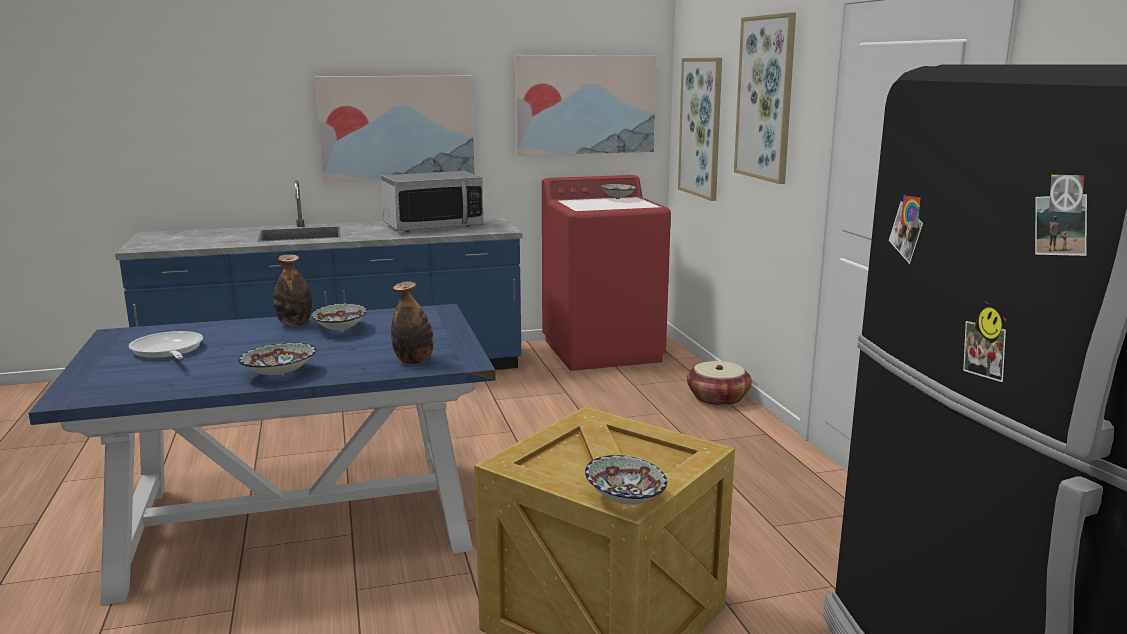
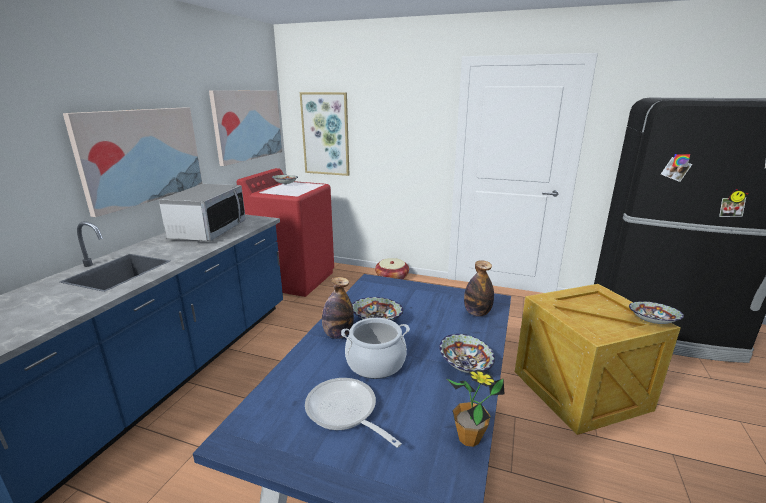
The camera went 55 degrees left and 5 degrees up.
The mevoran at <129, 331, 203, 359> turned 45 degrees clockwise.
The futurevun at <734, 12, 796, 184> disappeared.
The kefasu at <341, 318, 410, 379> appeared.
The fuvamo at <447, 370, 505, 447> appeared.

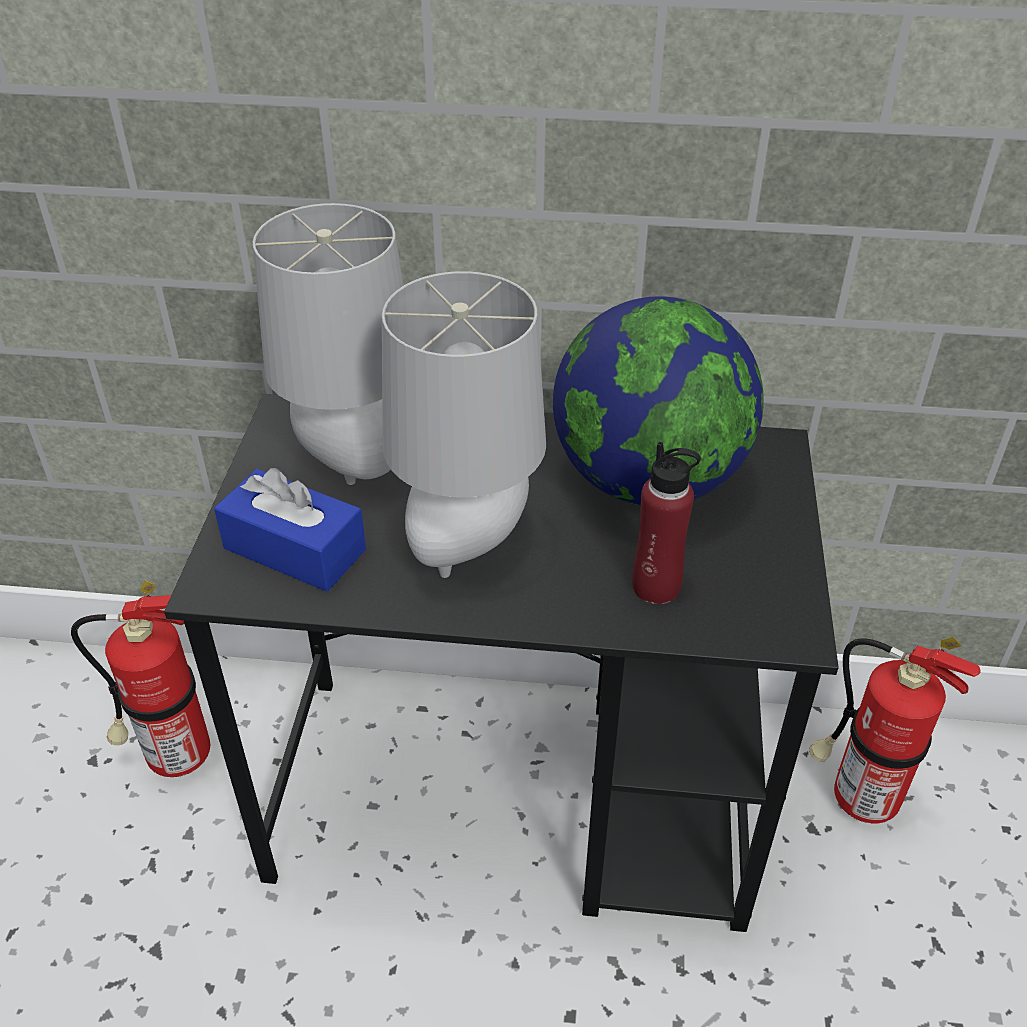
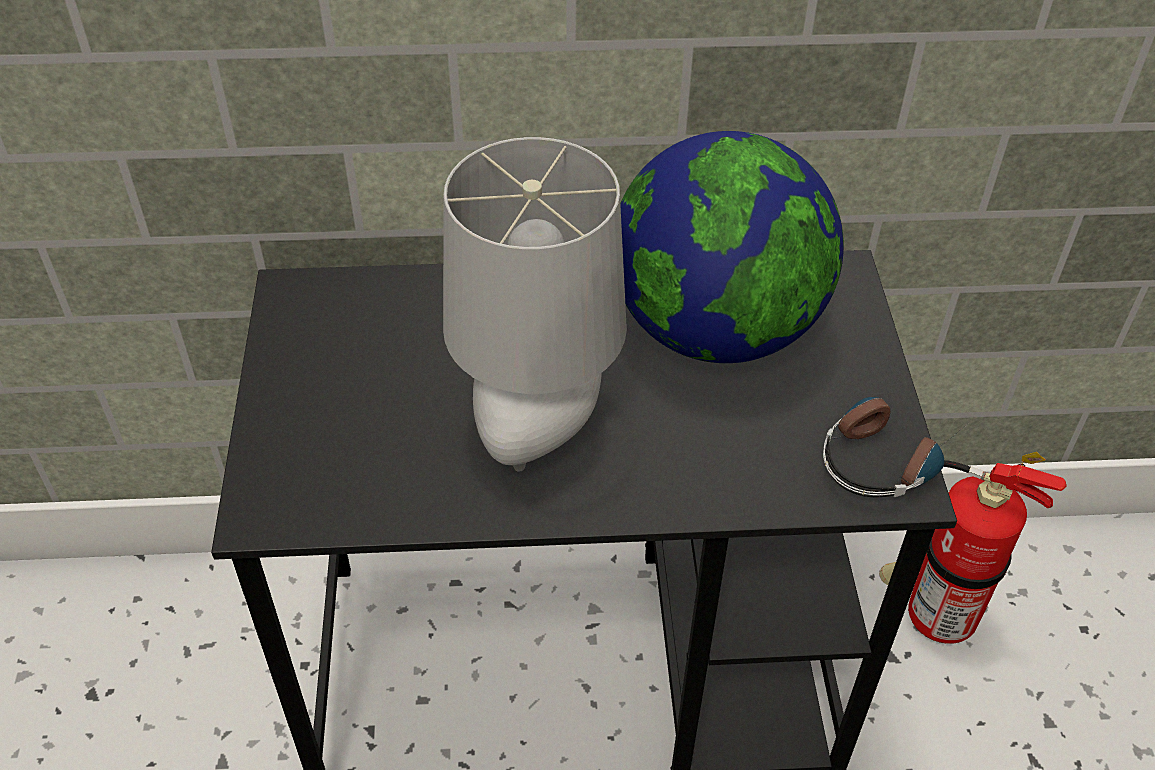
The camera went 10 degrees left and 5 degrees up.
The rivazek at <71, 581, 210, 777> disappeared.
The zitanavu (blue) at <214, 468, 366, 592> disappeared.
The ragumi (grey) at <253, 203, 404, 485> disappeared.
The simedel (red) at <632, 442, 701, 604> disappeared.
The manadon at <823, 397, 968, 498> appeared.

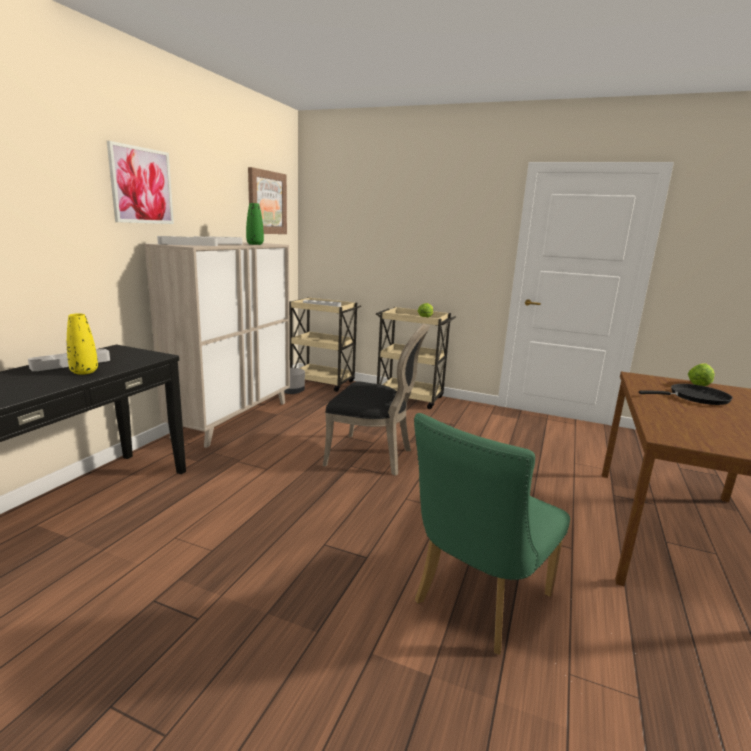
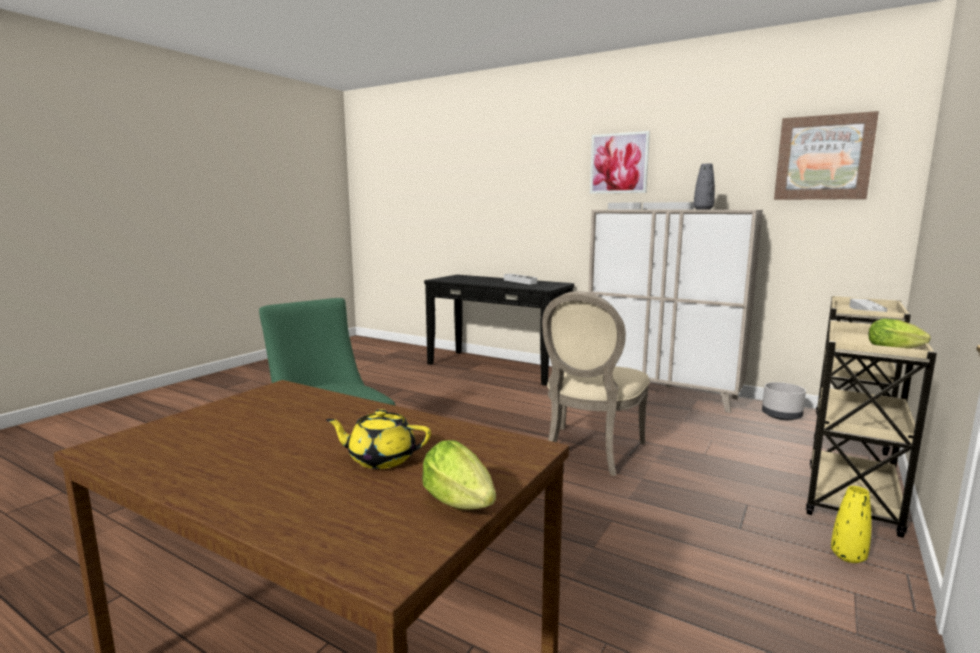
The camera went 100 degrees right and 5 degrees down.
The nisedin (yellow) moved from <67, 313, 98, 375> to <831, 486, 871, 563>.
The nisedin (green) at <246, 203, 264, 245> became the nisedin (grey) at <694, 164, 715, 210>.
The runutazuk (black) at <323, 323, 430, 476> became the runutazuk (beige) at <542, 291, 650, 476>.
The mevoran (black) at <639, 384, 733, 405> was replaced by the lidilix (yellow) at <326, 409, 431, 469>.

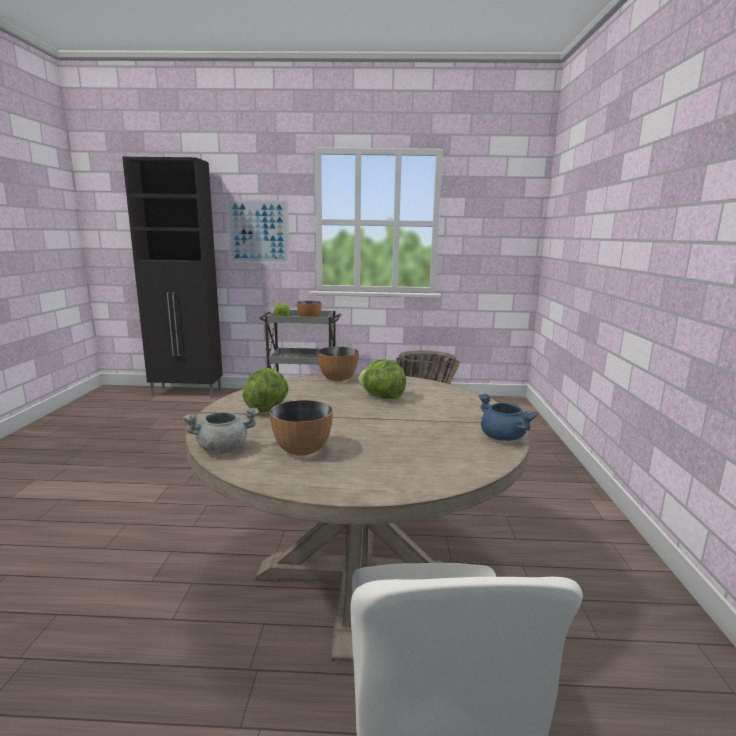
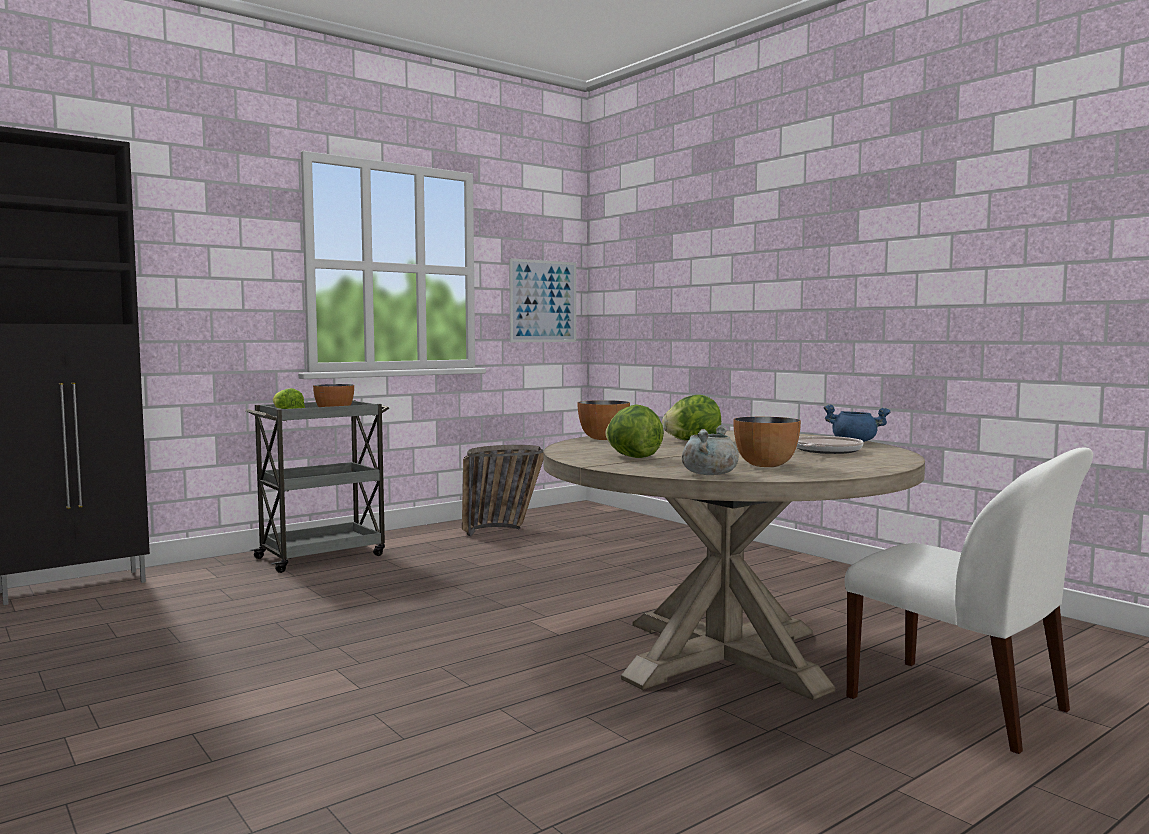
The camera went 40 degrees left and 10 degrees down.
The futurevun moved from <226, 199, 290, 264> to <509, 258, 576, 342>.
The mevoran at <796, 436, 864, 454> appeared.

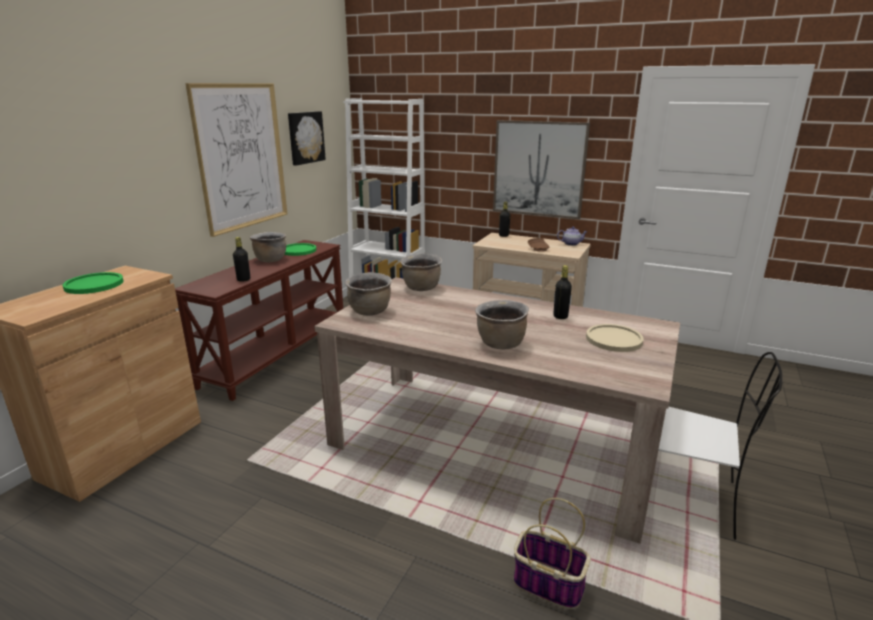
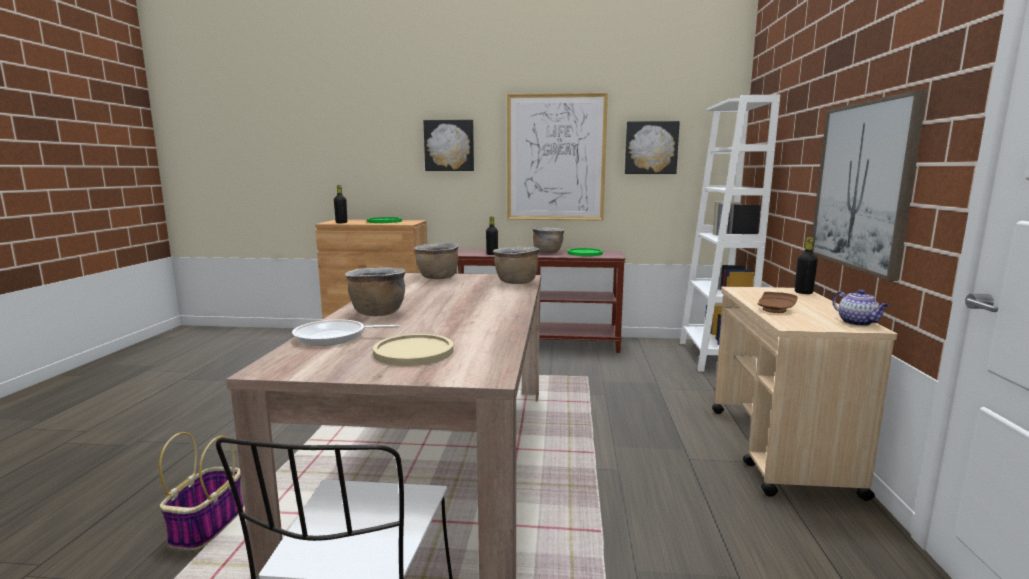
The camera went 70 degrees right and 10 degrees down.
The simedel (black) moved from <553, 265, 572, 319> to <334, 185, 347, 223>.
The mevoran at <292, 319, 399, 346> appeared.
The futurevun at <423, 120, 474, 171> appeared.

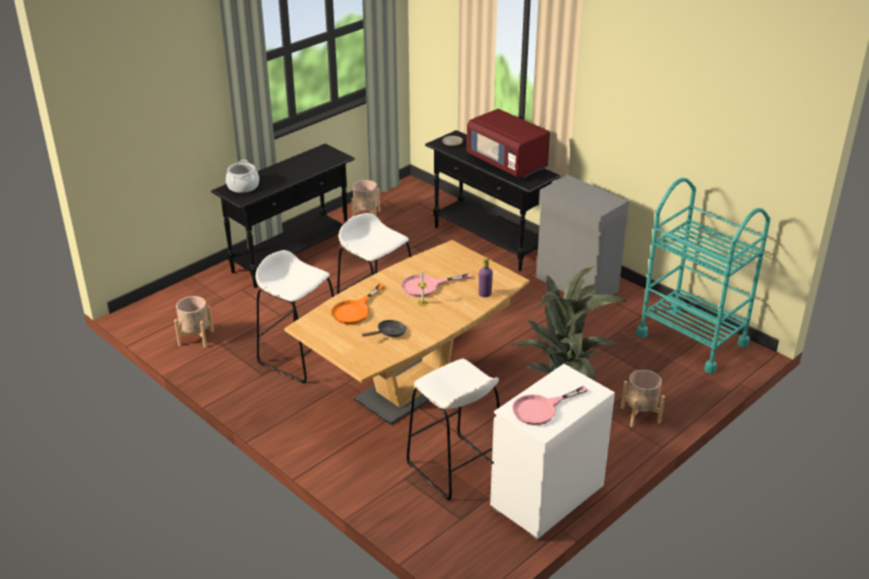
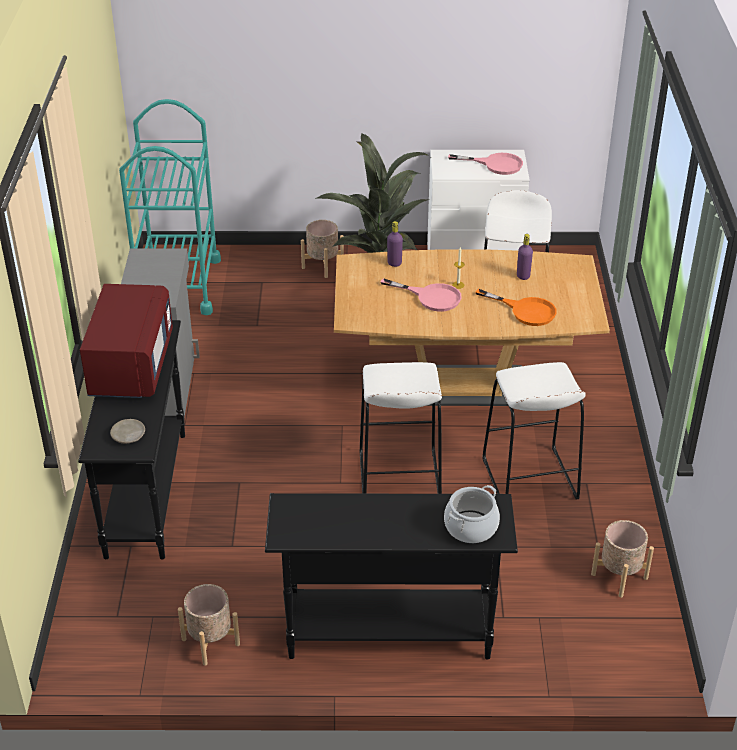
The camera went 135 degrees left and 5 degrees up.
The mevoran (orange) at <331, 284, 385, 324> turned 45 degrees clockwise.
The mevoran (black) at <362, 320, 406, 337> was replaced by the simedel (purple) at <517, 234, 533, 280>.

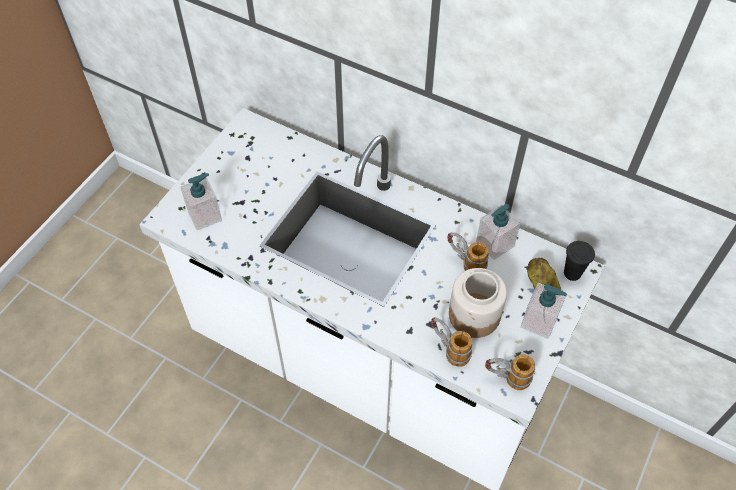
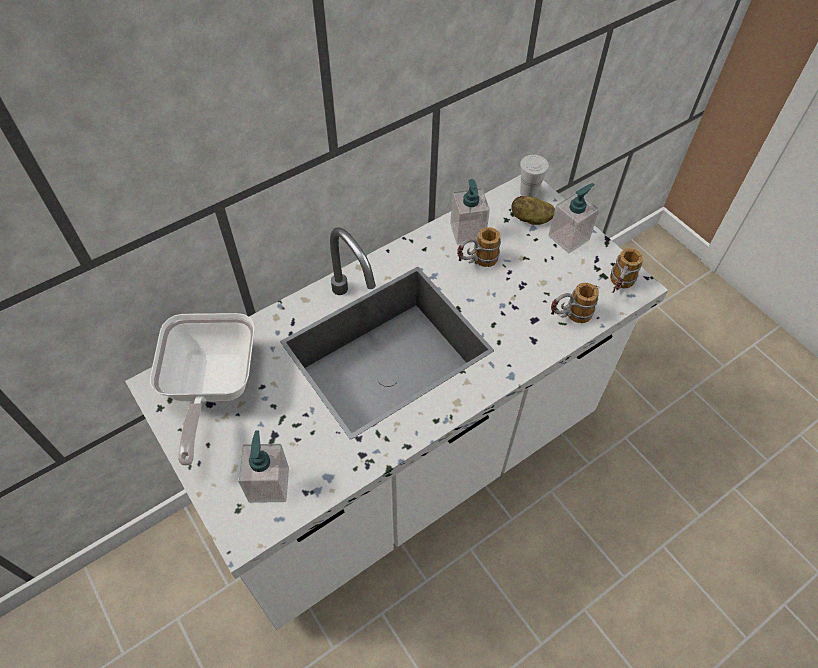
The camera went 65 degrees left and 0 degrees up.
The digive at <449, 268, 507, 338> disappeared.
The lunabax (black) at <564, 241, 595, 281> became the lunabax (white) at <520, 155, 549, 198>.
The mevoran at <150, 313, 255, 466> appeared.

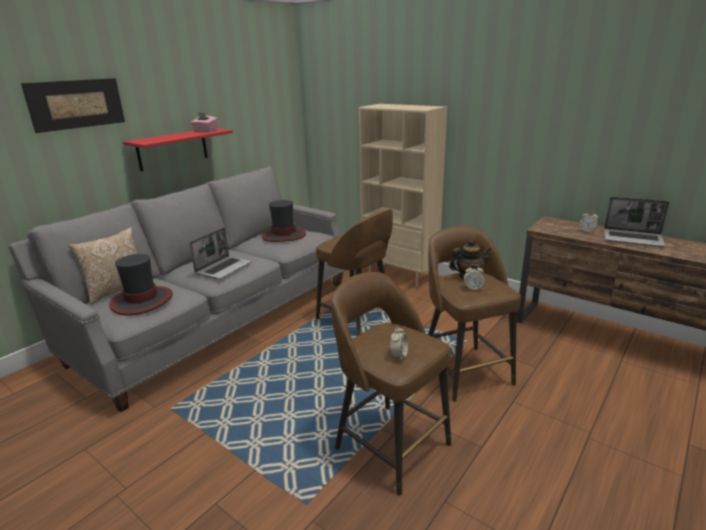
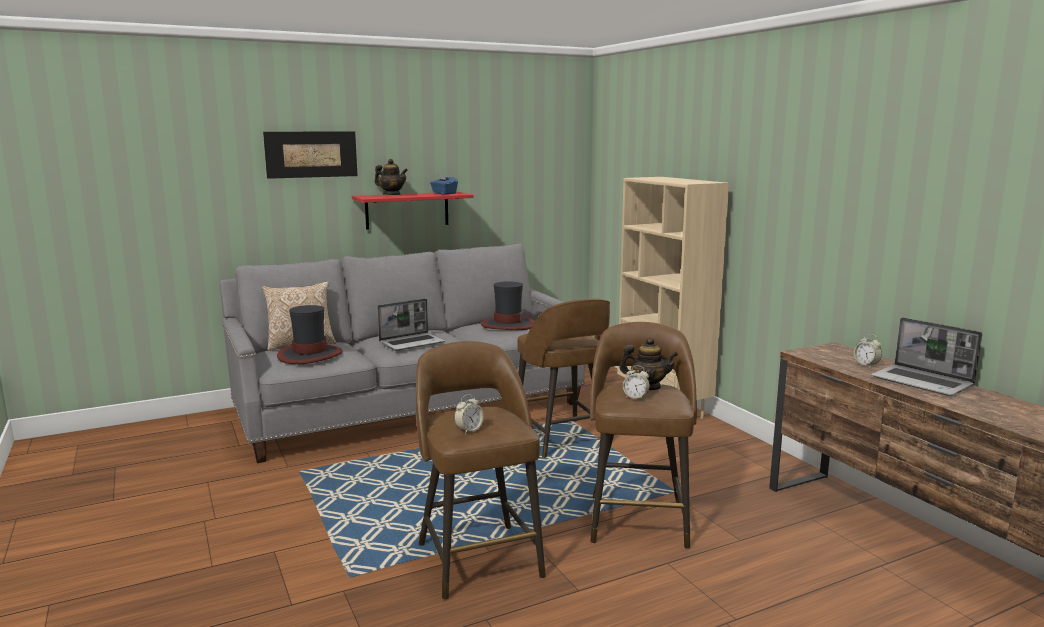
The camera went 25 degrees right and 10 degrees down.
The zitanavu (pink) at <190, 112, 217, 132> became the zitanavu (blue) at <430, 172, 458, 194>.
The lidilix at <375, 159, 408, 195> appeared.

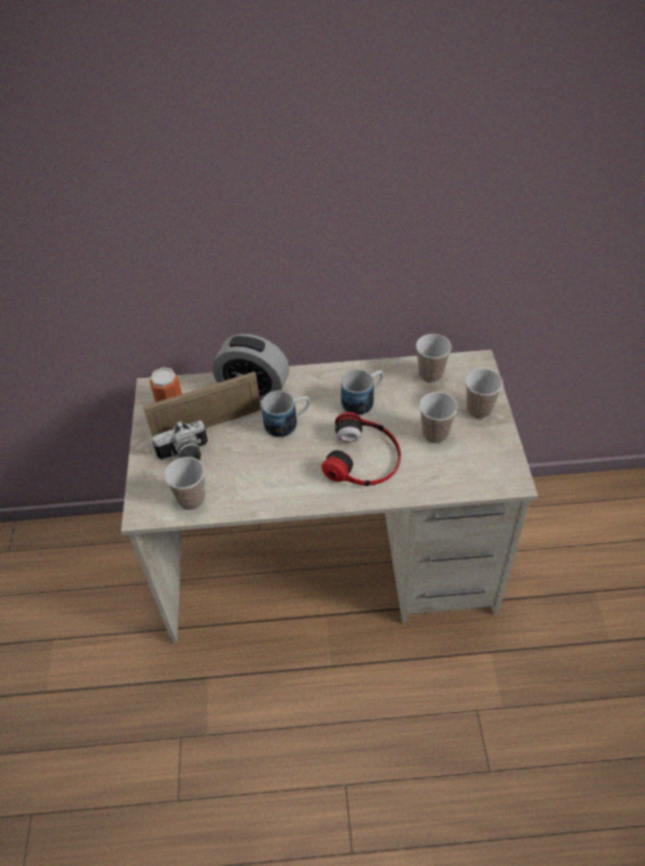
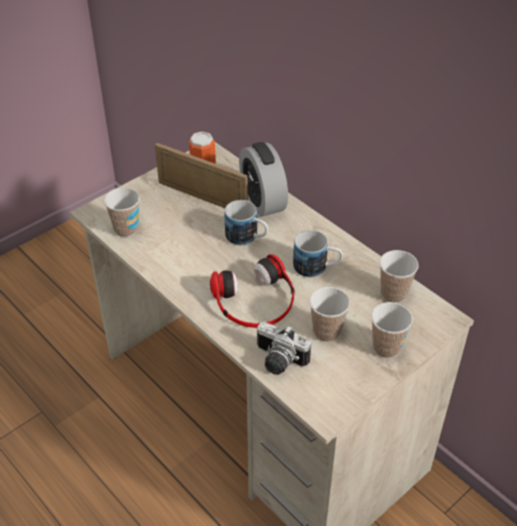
The camera went 50 degrees right and 5 degrees down.
The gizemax moved from <152, 421, 208, 461> to <257, 322, 311, 375>.

